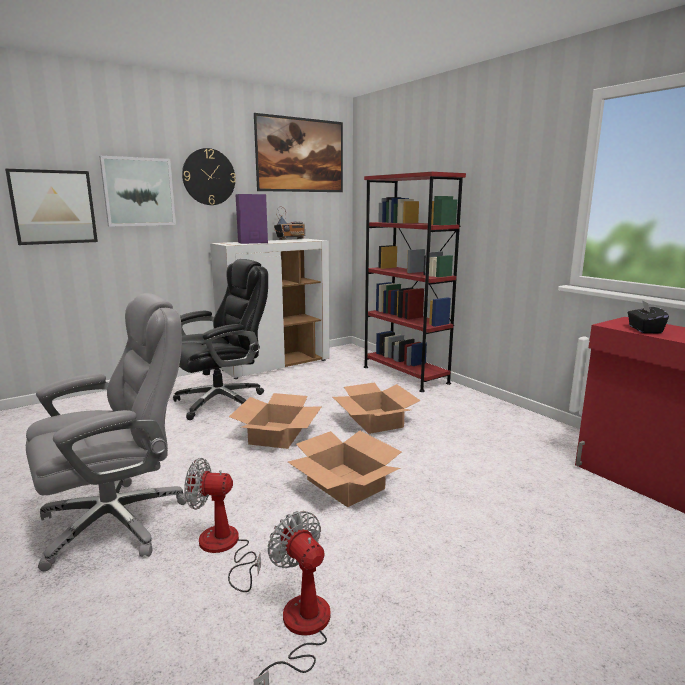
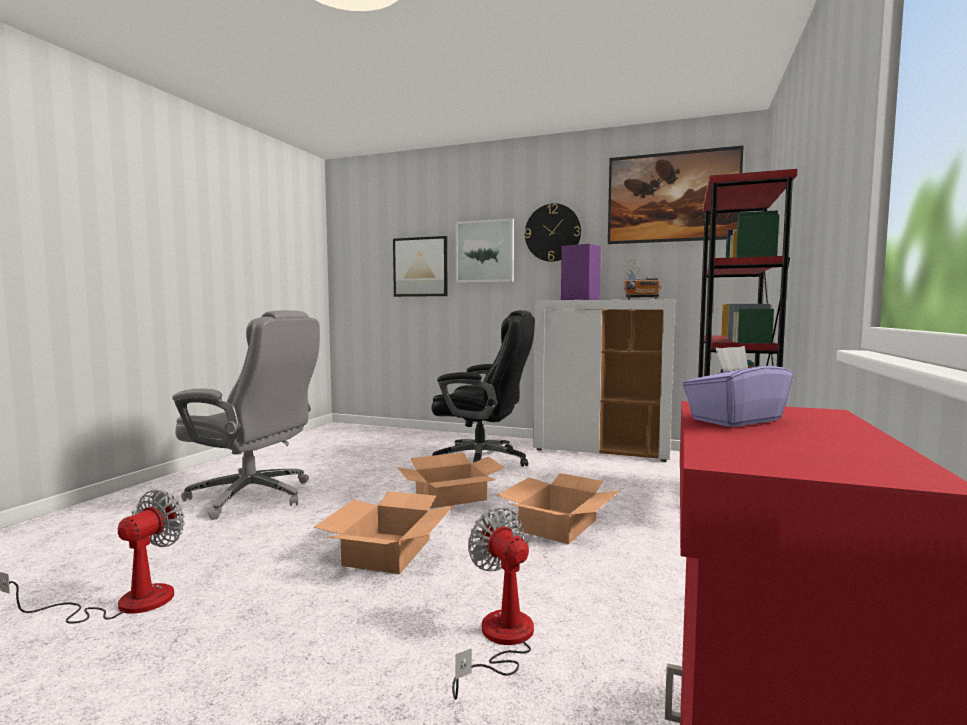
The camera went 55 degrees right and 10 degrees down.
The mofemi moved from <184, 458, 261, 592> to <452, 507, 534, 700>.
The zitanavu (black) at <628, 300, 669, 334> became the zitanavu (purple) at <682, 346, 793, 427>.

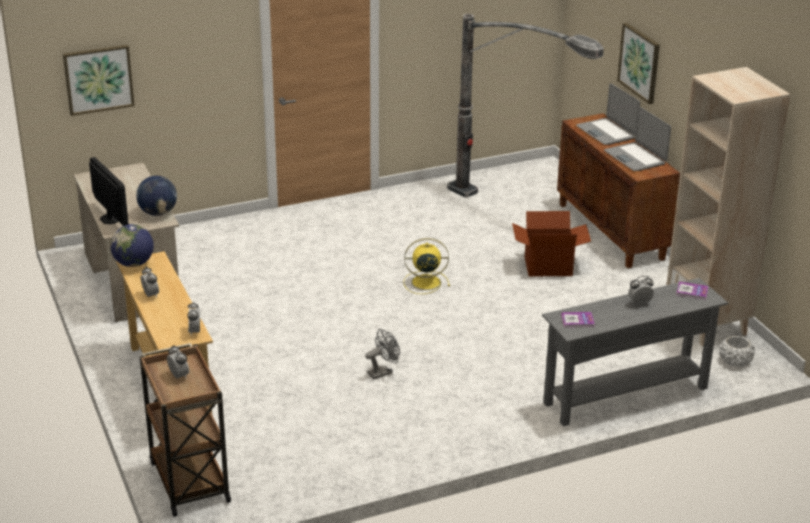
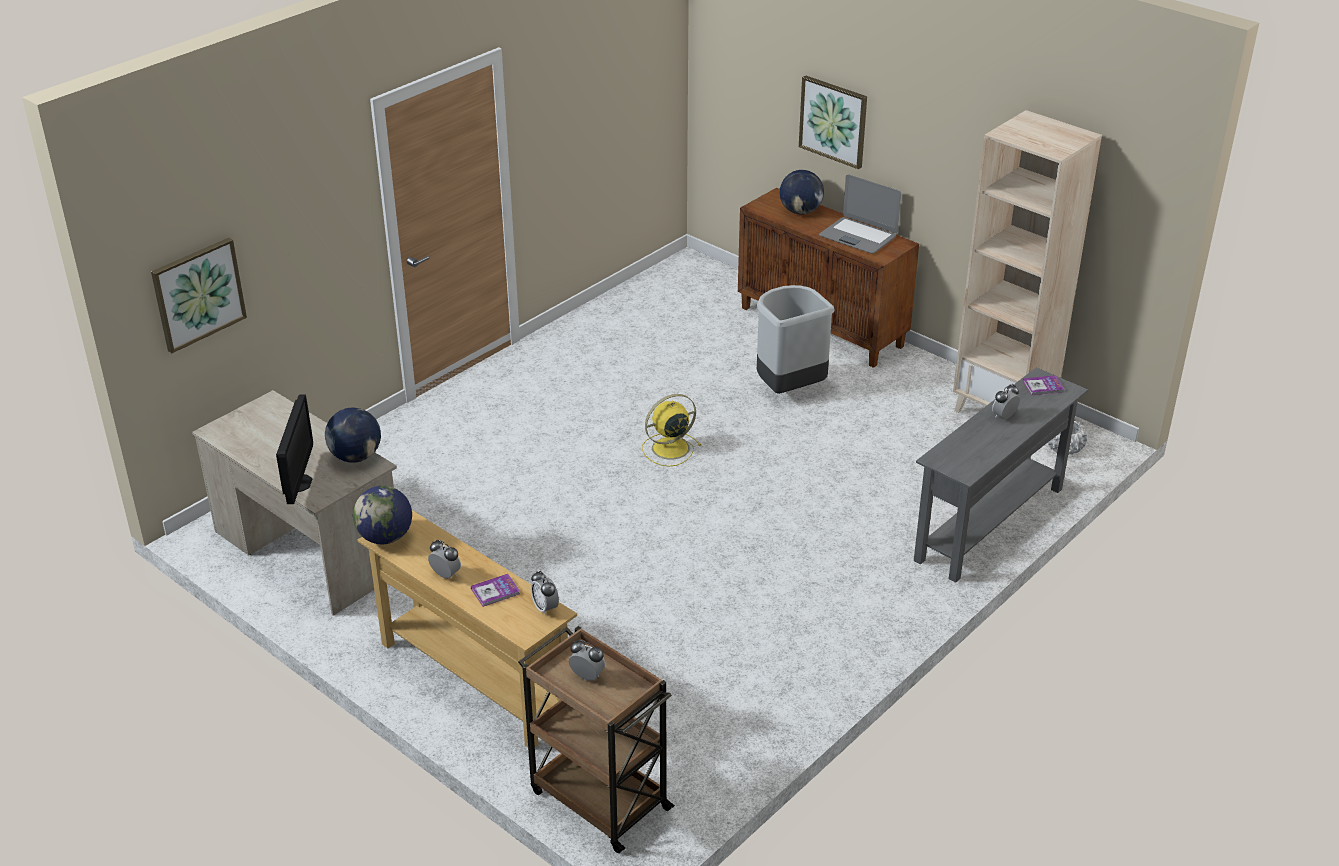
The camera went 25 degrees left and 5 degrees up.
The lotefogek at <89, 157, 128, 226> turned 60 degrees clockwise.
The mofemi (grey) at <365, 329, 400, 379> disappeared.
The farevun at <447, 14, 604, 198> disappeared.
The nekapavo at <512, 211, 591, 276> was replaced by the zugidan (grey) at <757, 285, 835, 394>.
The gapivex moved from <561, 312, 595, 327> to <471, 574, 520, 607>.
The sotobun at <576, 83, 640, 145> was replaced by the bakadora at <779, 170, 824, 214>.

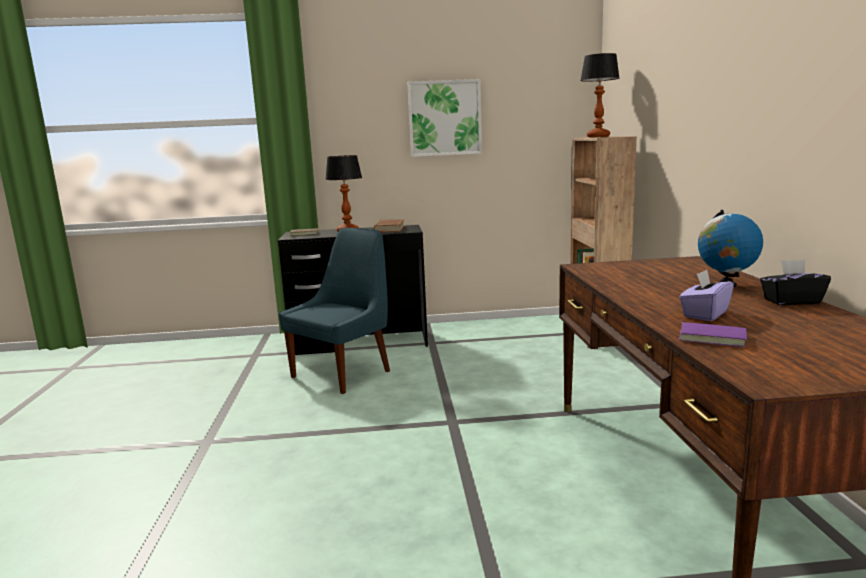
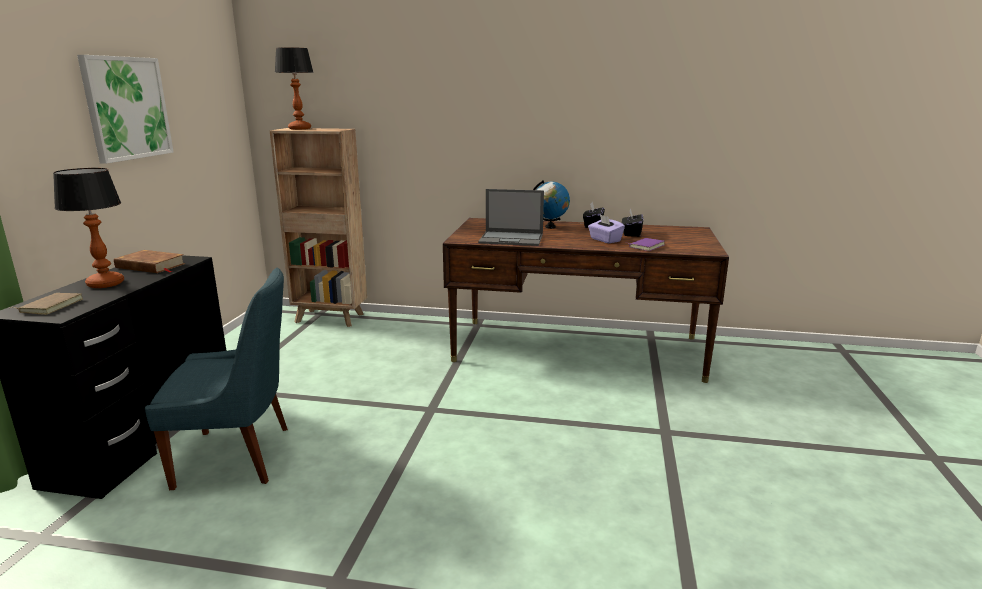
The camera went 75 degrees left and 5 degrees up.
The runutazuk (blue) at <279, 228, 390, 394> turned 120 degrees clockwise.
The sotobun at <478, 189, 544, 246> appeared.
The zitanavu (black) at <622, 209, 643, 237> appeared.

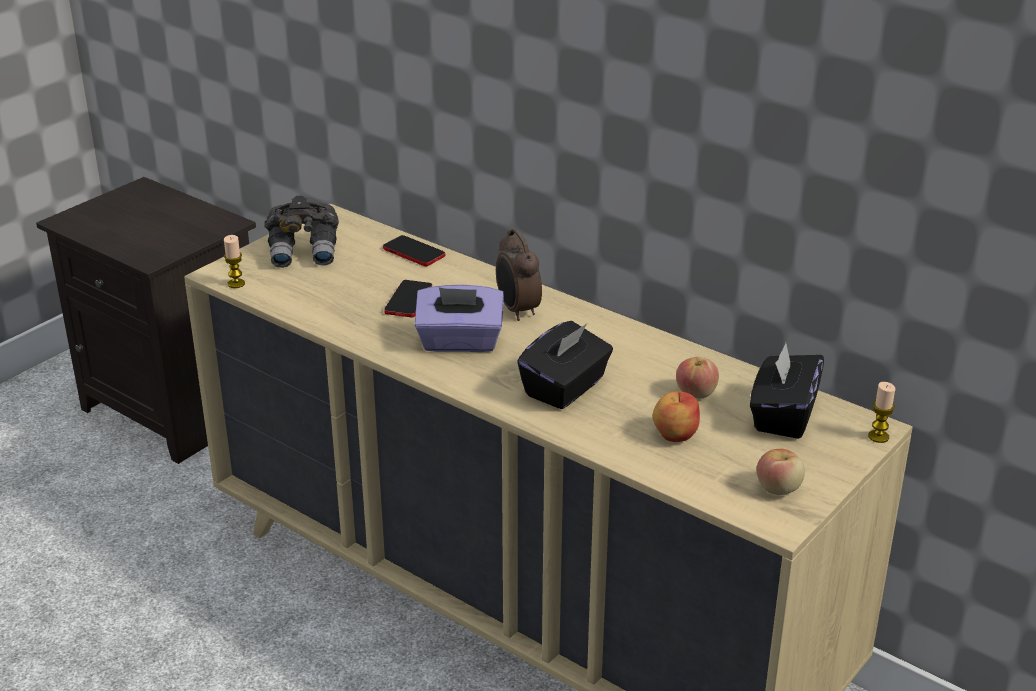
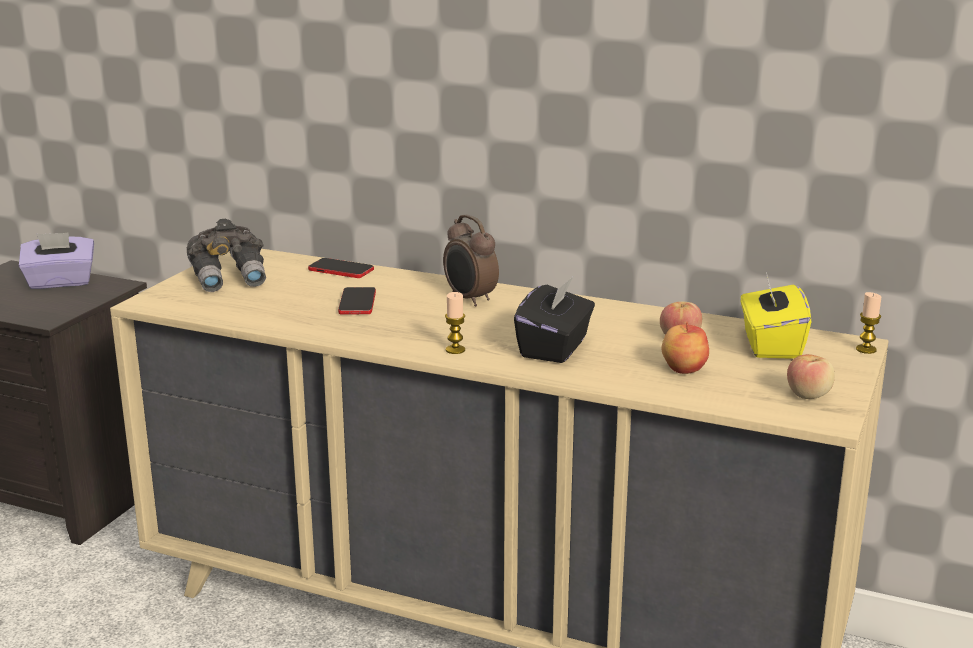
The camera went 15 degrees left and 10 degrees down.
The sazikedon moved from <224, 235, 245, 288> to <445, 292, 465, 354>.
The zitanavu (purple) moved from <415, 284, 504, 352> to <19, 232, 94, 289>.
The zitanavu (black) at <750, 343, 824, 439> became the zitanavu (yellow) at <741, 272, 812, 359>.

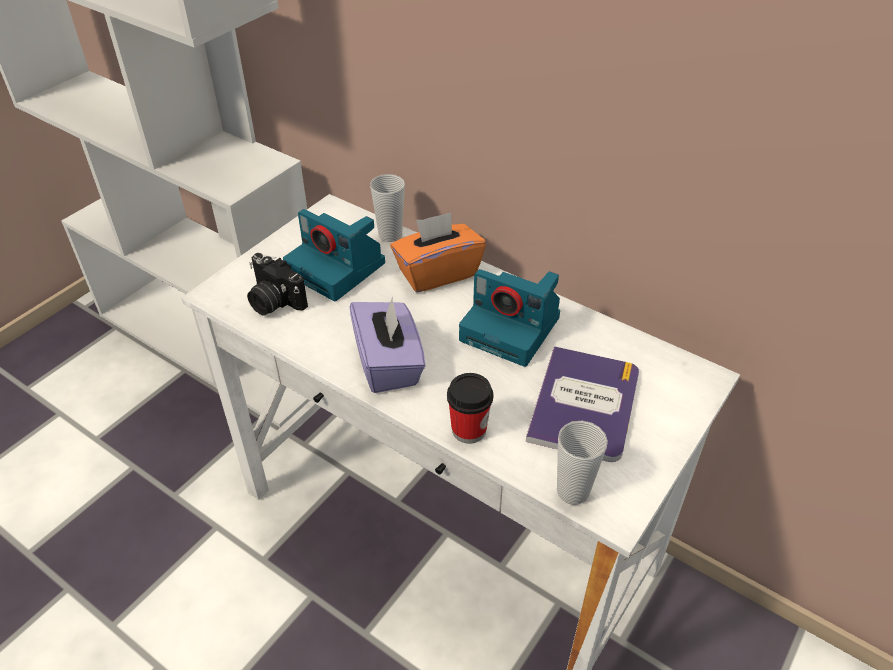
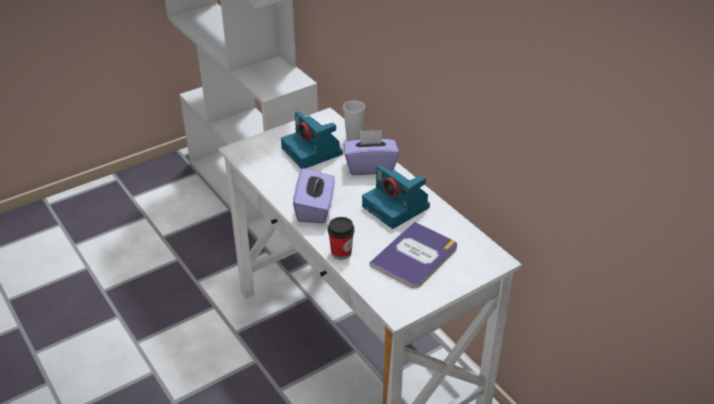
The camera went 20 degrees right and 5 degrees down.
The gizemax at <247, 253, 308, 316> disappeared.
The zitanavu (orange) at <390, 212, 486, 293> became the zitanavu (purple) at <344, 130, 399, 175>.
The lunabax at <557, 421, 608, 505> disappeared.

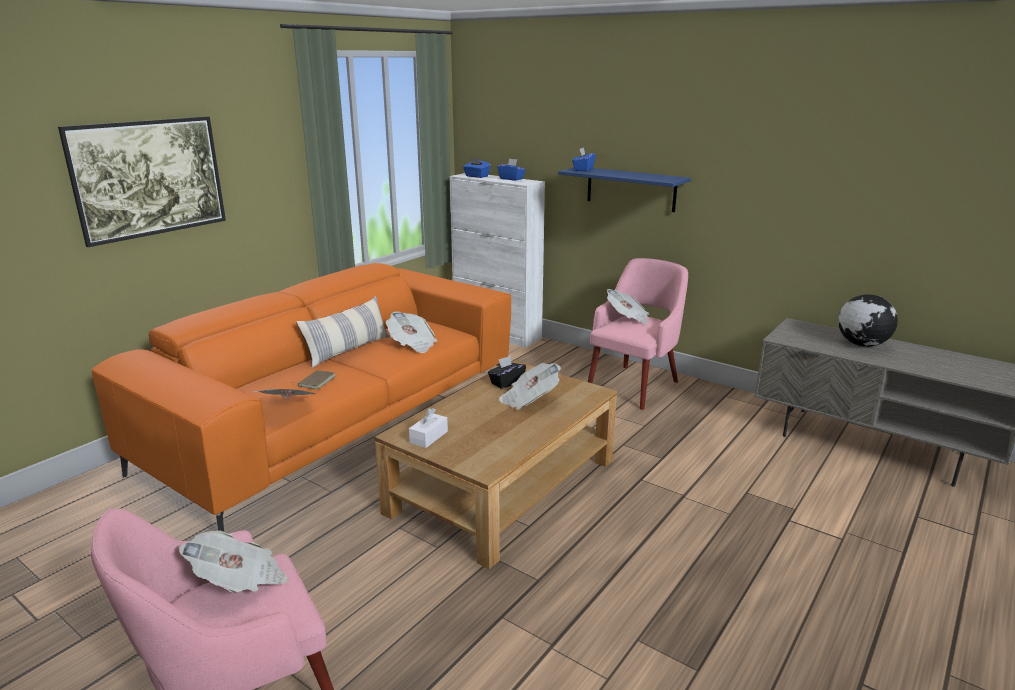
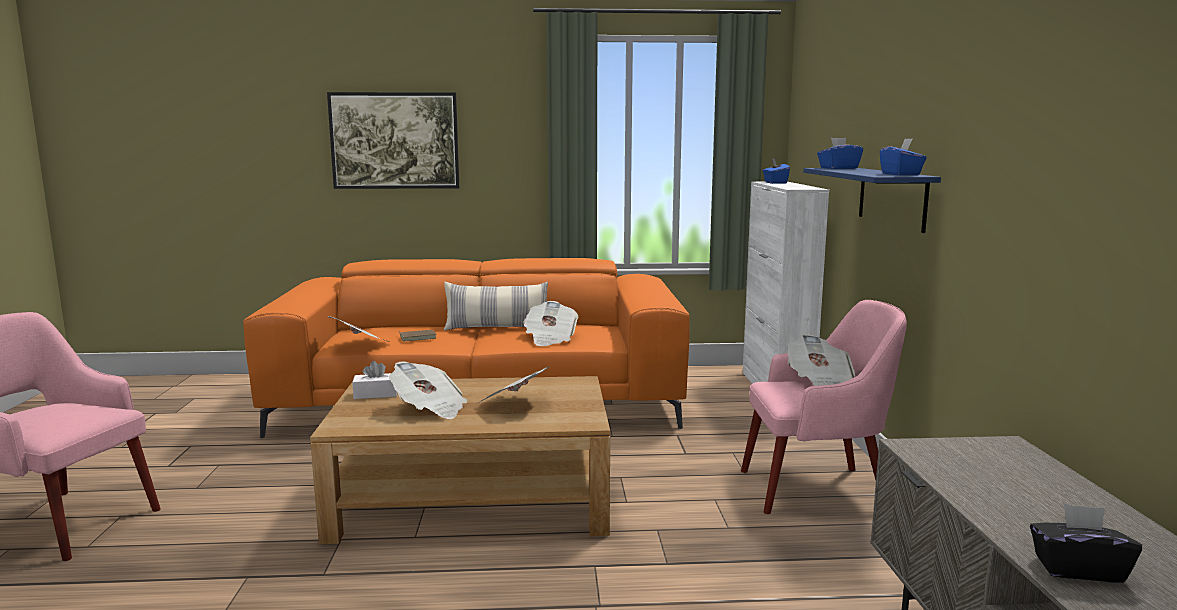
The camera went 50 degrees right and 10 degrees down.
The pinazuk moved from <179, 530, 288, 593> to <389, 361, 468, 419>.
The zitanavu (black) moved from <488, 356, 526, 389> to <1030, 504, 1142, 583>.
The zitanavu (blue) moved from <497, 159, 526, 181> to <880, 138, 927, 175>.
The bakadora at <838, 294, 898, 347> disappeared.

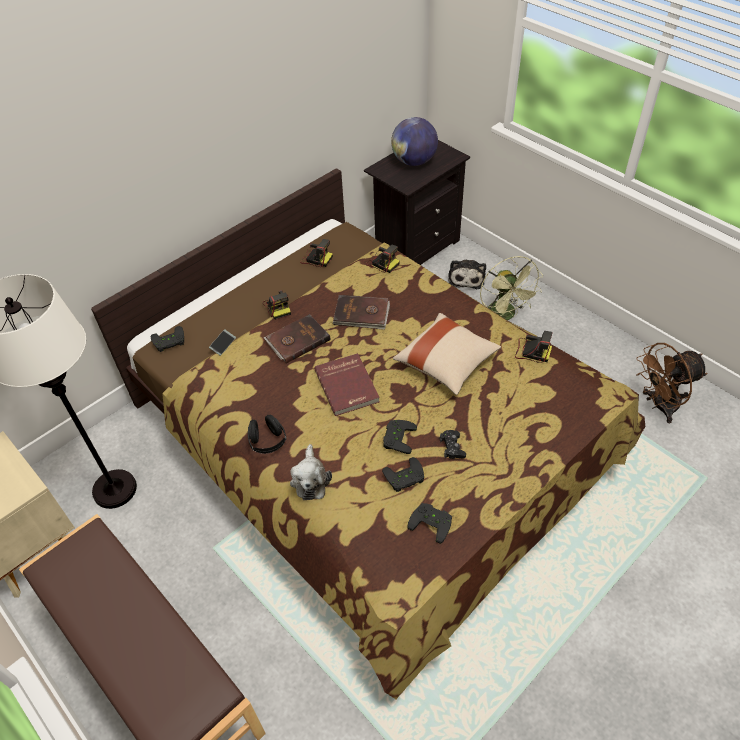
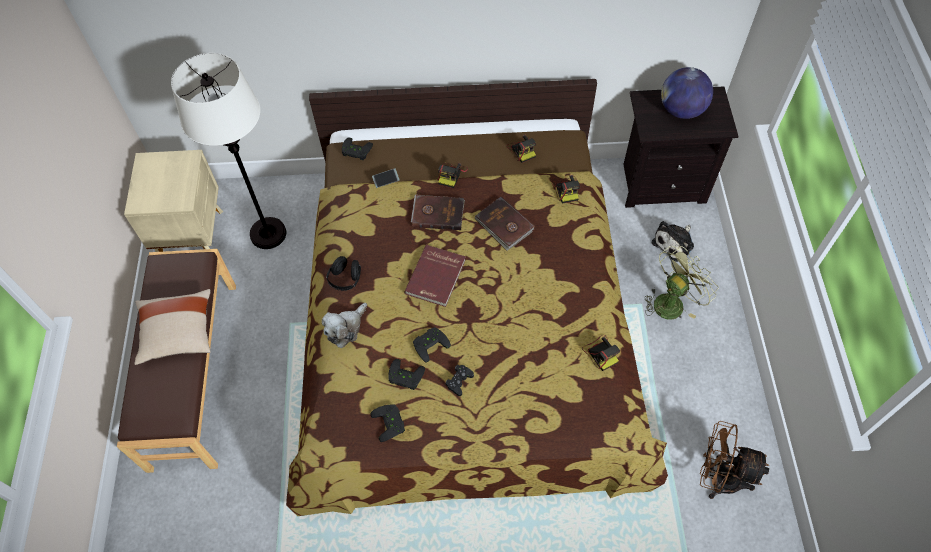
The camera went 40 degrees right and 10 degrees up.
The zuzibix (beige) moved from <393, 313, 501, 395> to <134, 289, 211, 365>.
The mofemi (green) at <480, 256, 543, 320> turned 150 degrees counterclockwise.

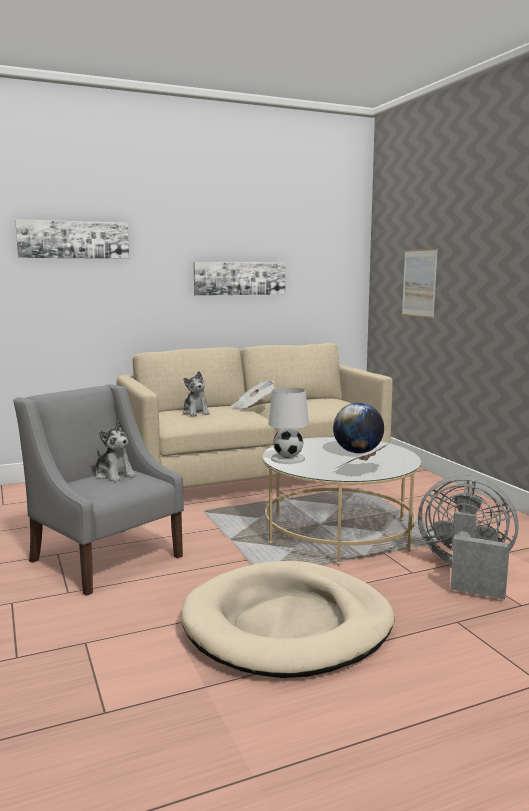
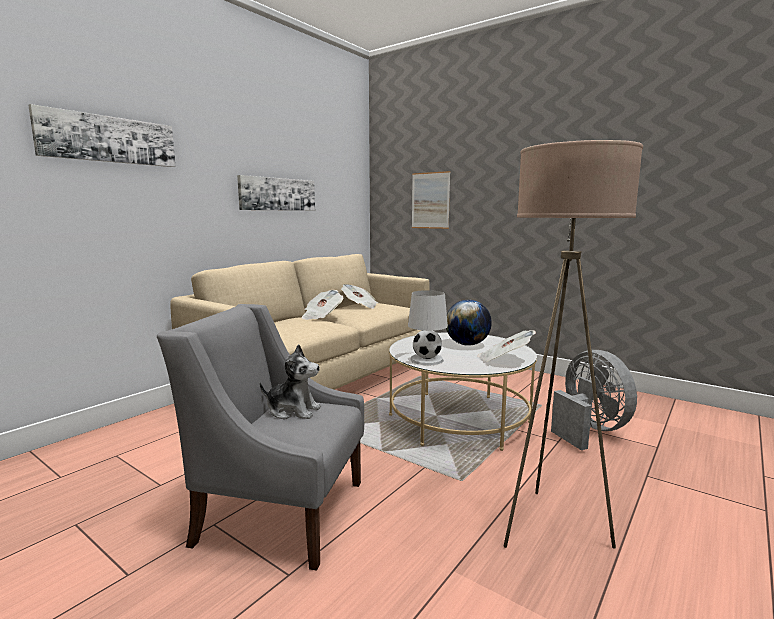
The camera went 30 degrees left and 0 degrees up.
The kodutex at <182, 371, 210, 417> disappeared.
The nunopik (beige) at <182, 561, 394, 678> was replaced by the farevun (beige) at <504, 140, 643, 548>.
The mofemi (grey) at <418, 475, 518, 599> turned 75 degrees clockwise.
The pinazuk at <341, 284, 378, 309> appeared.

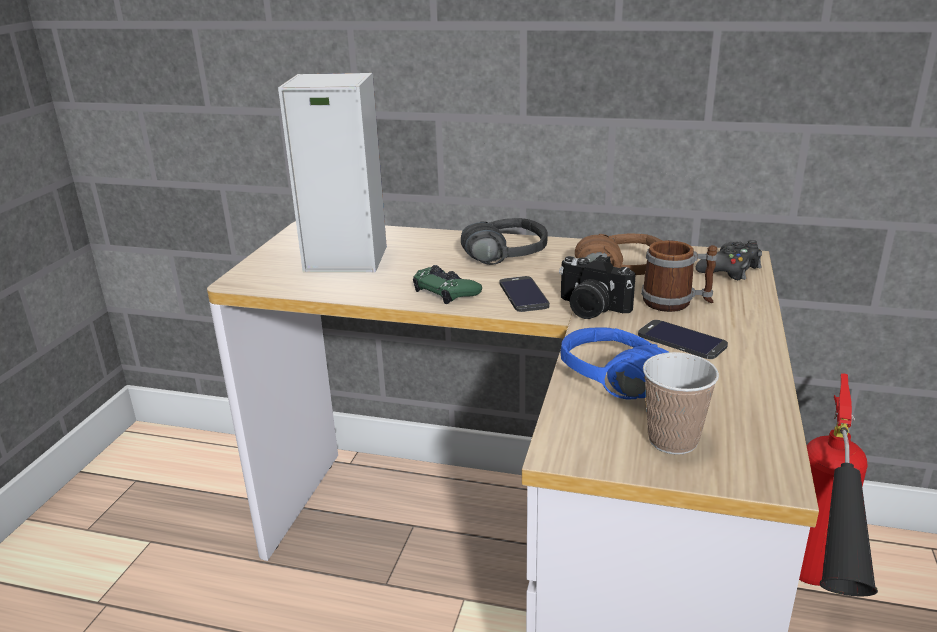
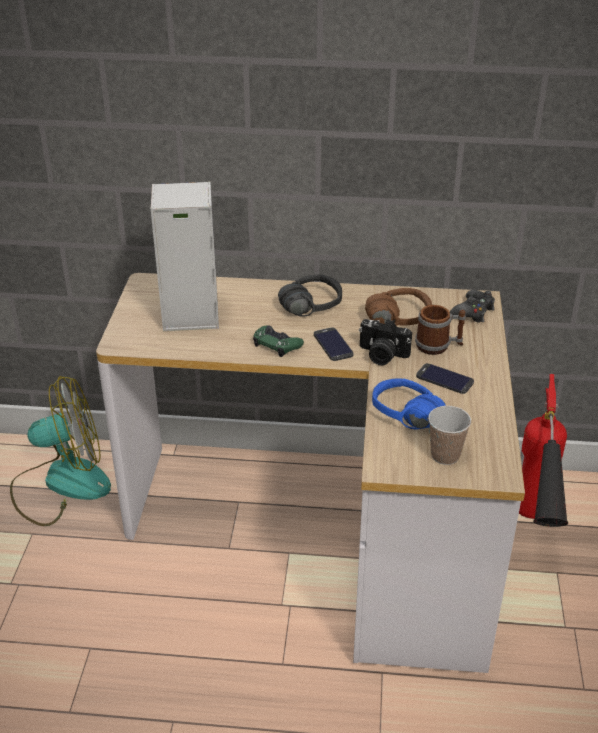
The camera went 10 degrees left and 10 degrees up.
The mofemi at <10, 376, 111, 526> appeared.

